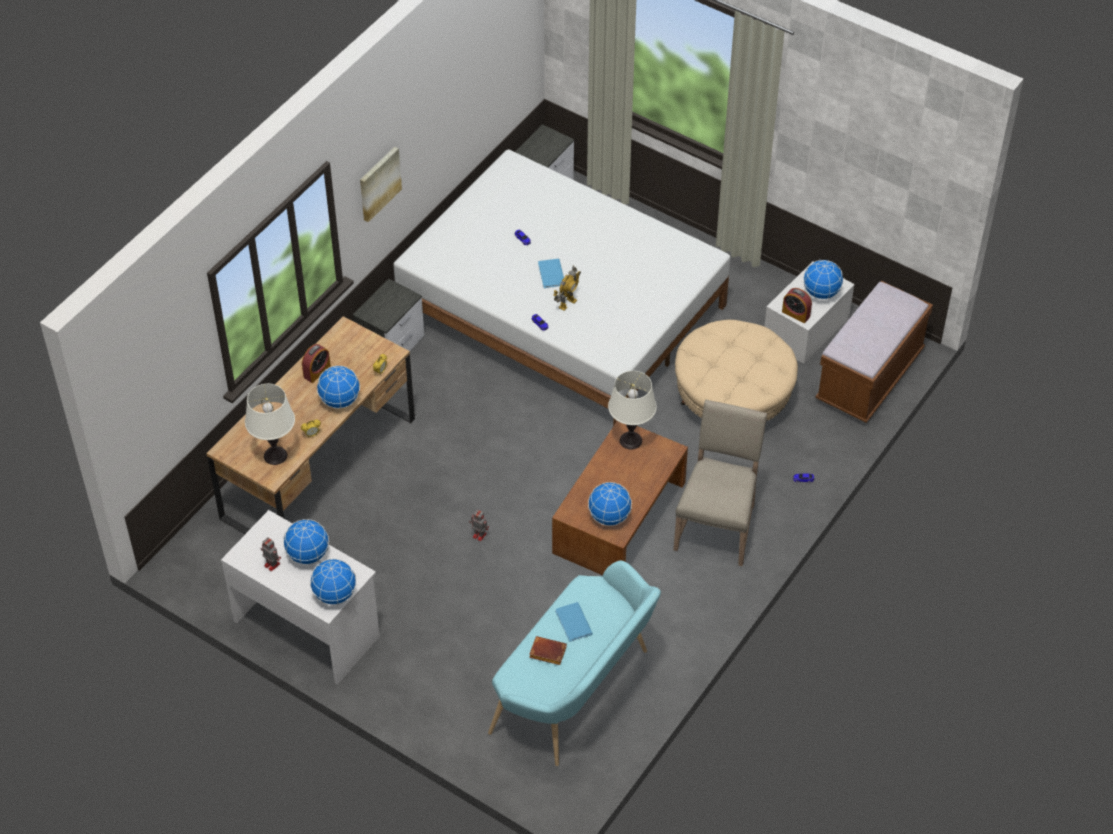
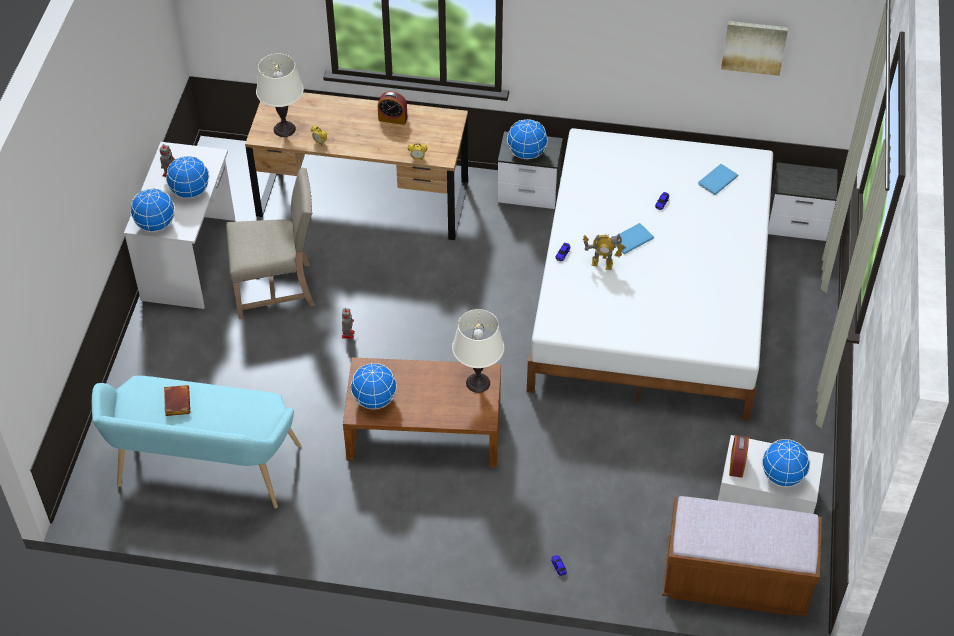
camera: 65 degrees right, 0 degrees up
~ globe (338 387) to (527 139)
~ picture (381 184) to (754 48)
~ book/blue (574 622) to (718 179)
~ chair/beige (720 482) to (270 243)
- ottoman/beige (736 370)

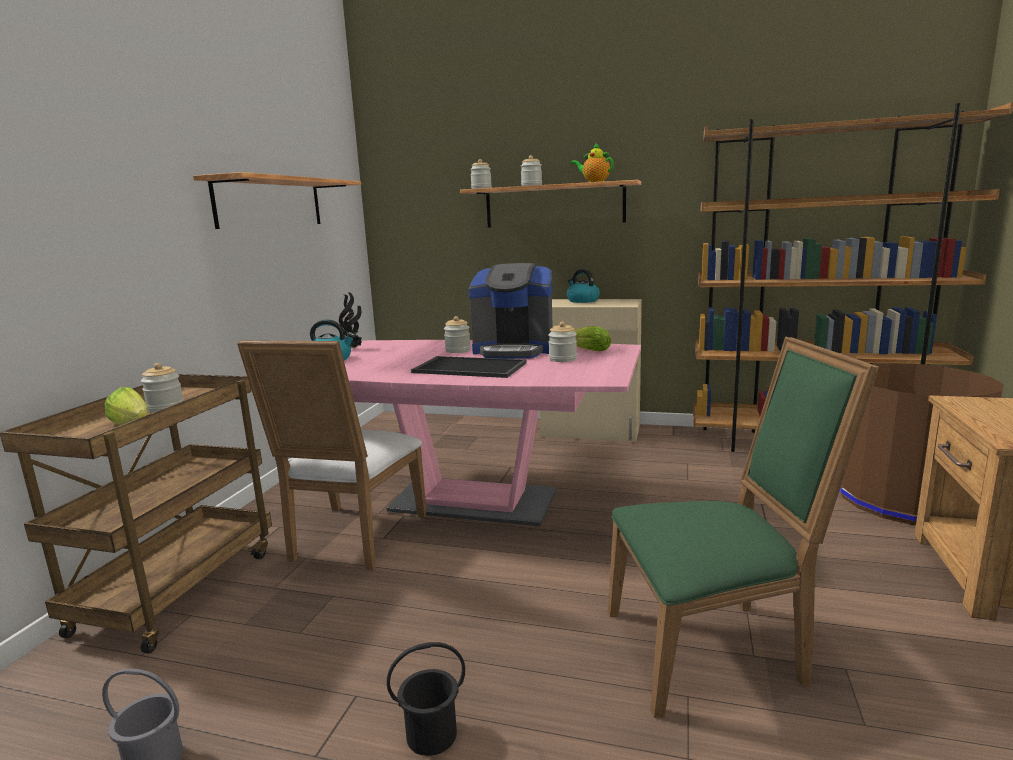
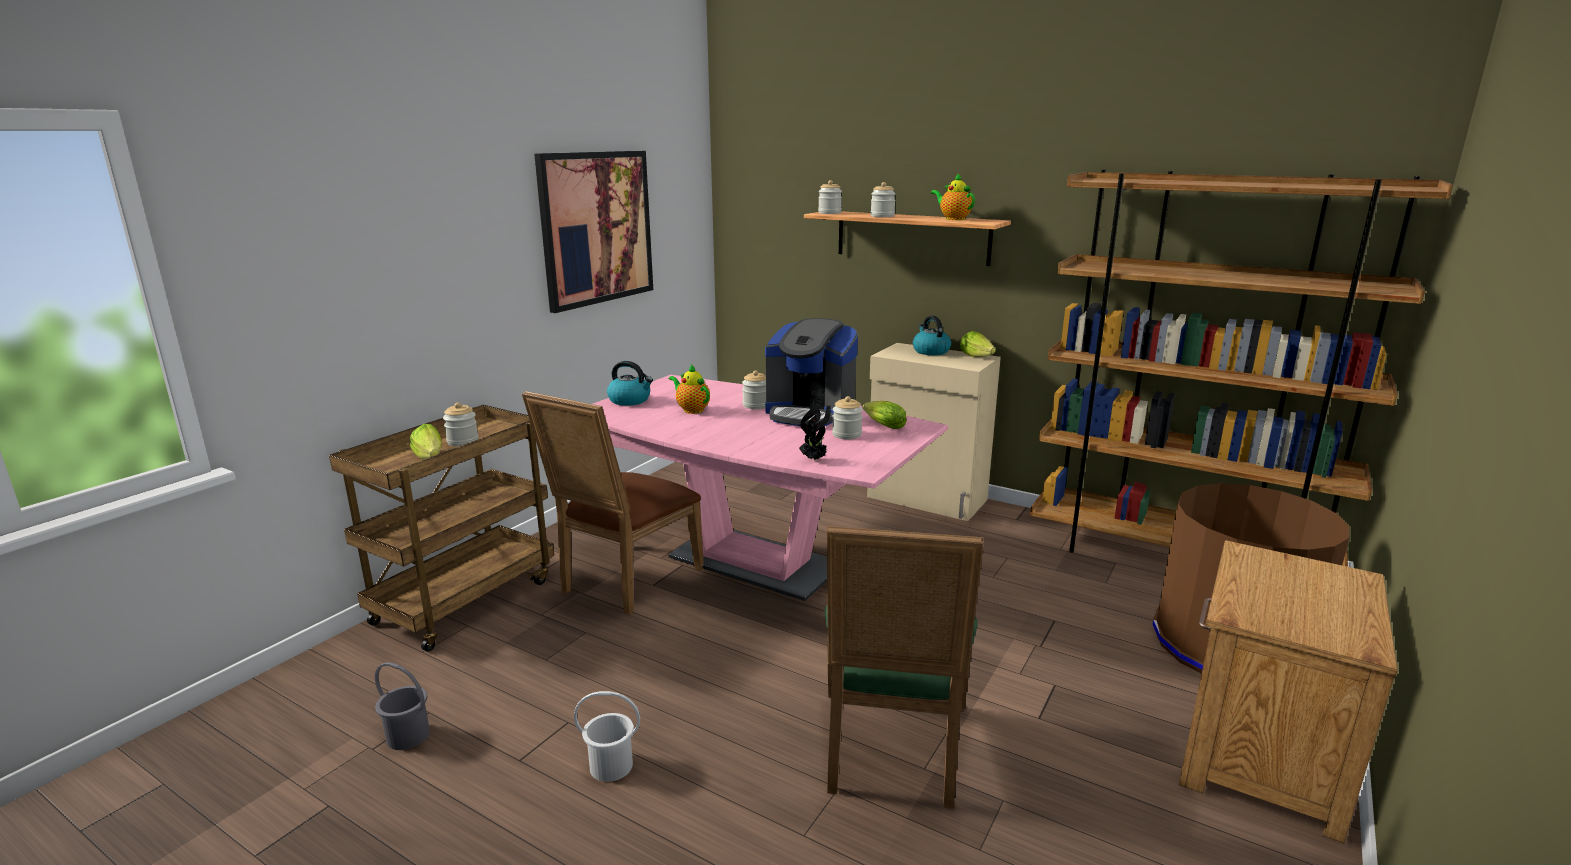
camera: 15 degrees right, 5 degrees up
~ shelf (277 200) to picture (593 232)
~ chair/white (331 455) to chair/brown (613 503)
~ potted plant (350 320) to (815 423)
~ bucket/black (426 699) to bucket/white (607 736)
- tray (468 367)
~ chair/green (743 527) = (904 667) 90 degrees clockwise
+ teapot (689 389)
+ lettuce (978 344)

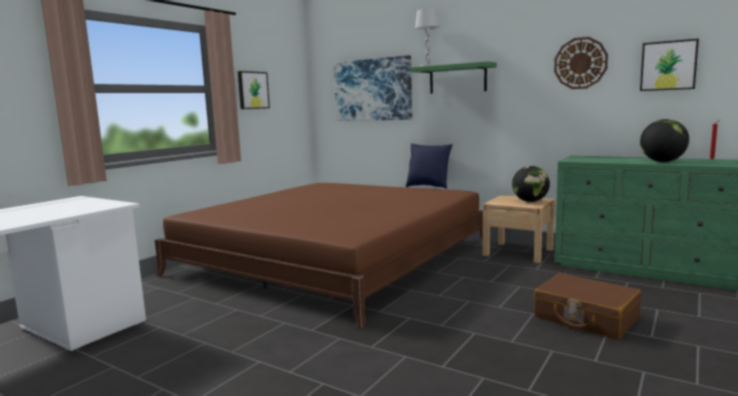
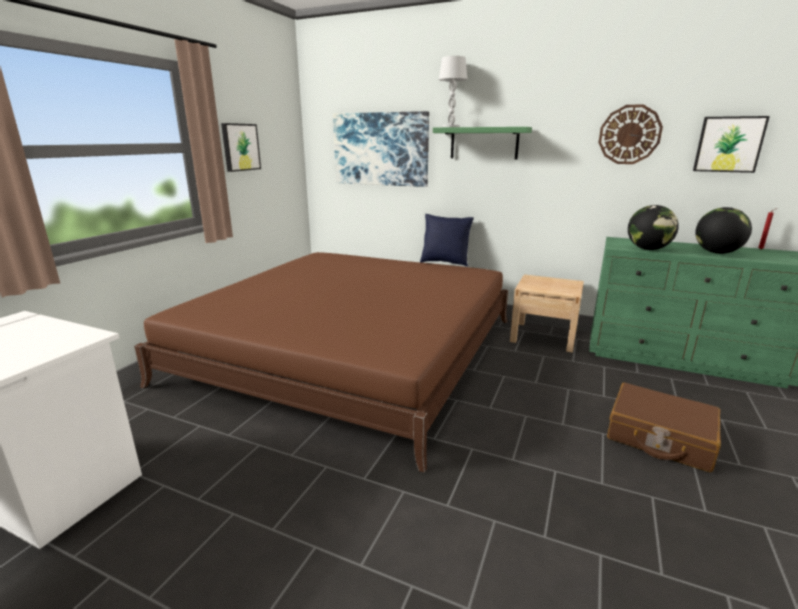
camera: 10 degrees left, 10 degrees up
~ globe (531 184) to (653 227)

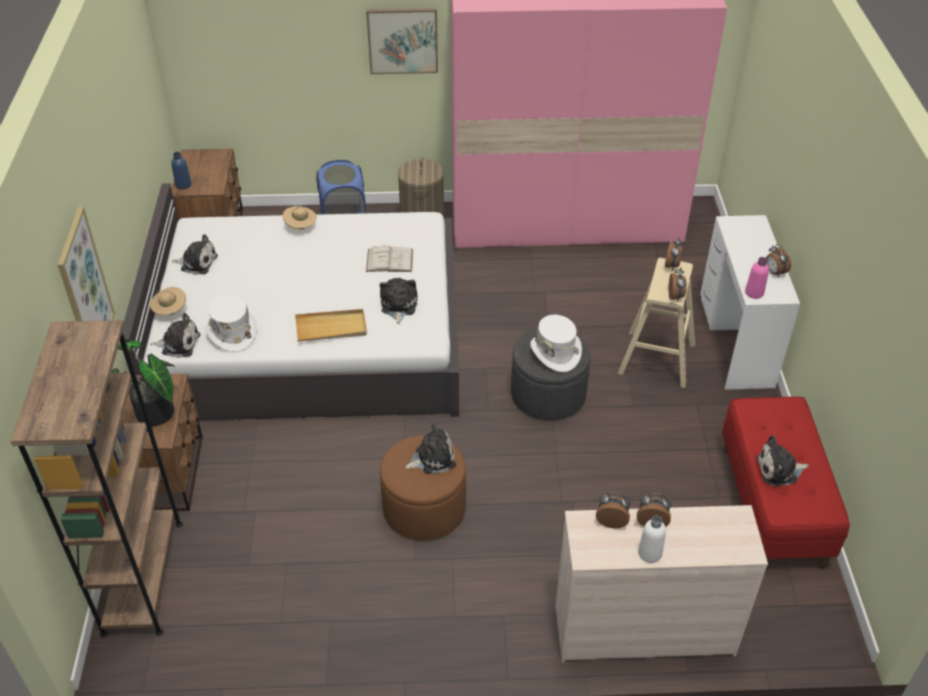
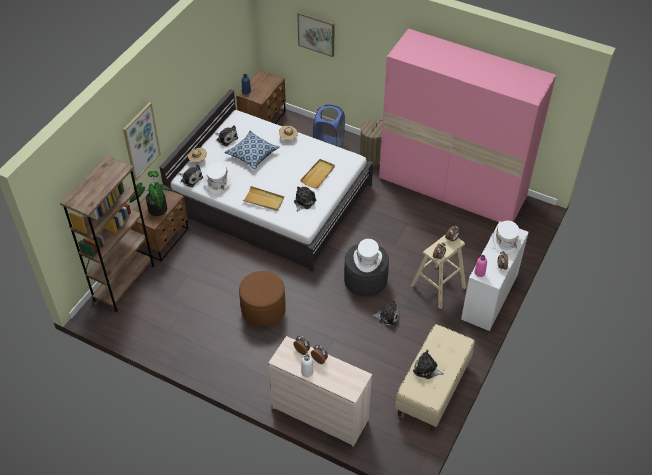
camera: 30 degrees right, 5 degrees up
~ picture (402 41) to (315 34)
~ book/white (389 258) to tray/beige (317 174)
~ plush toy (430 449) to (385 313)
~ bench/red (786 483) to bench/beige (435 377)
+ pillow (252 150)
+ hat/white (507 237)

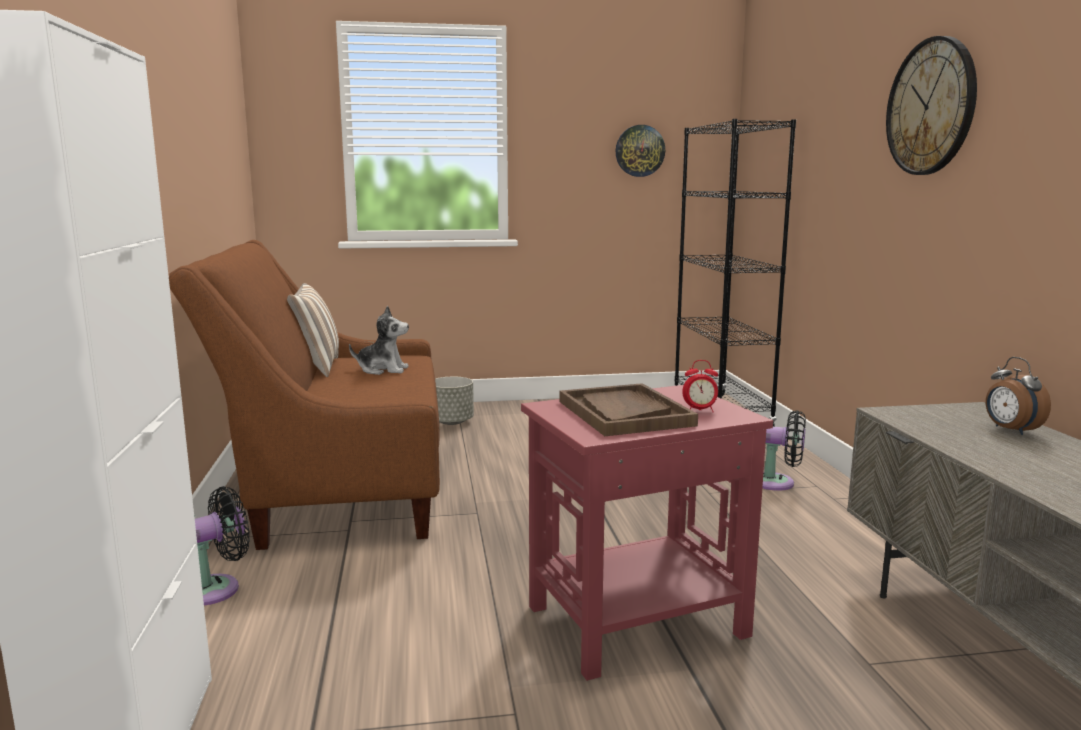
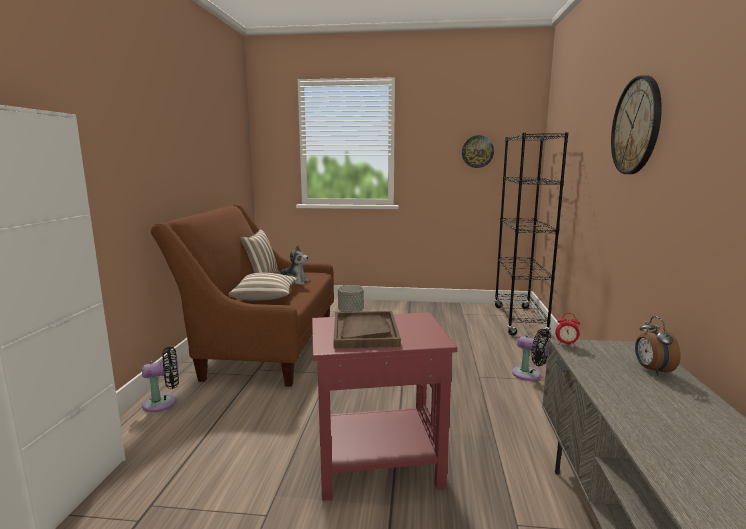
camera: 15 degrees right, 0 degrees up
~ alarm clock (700 386) to (567 329)
+ pillow (263 286)

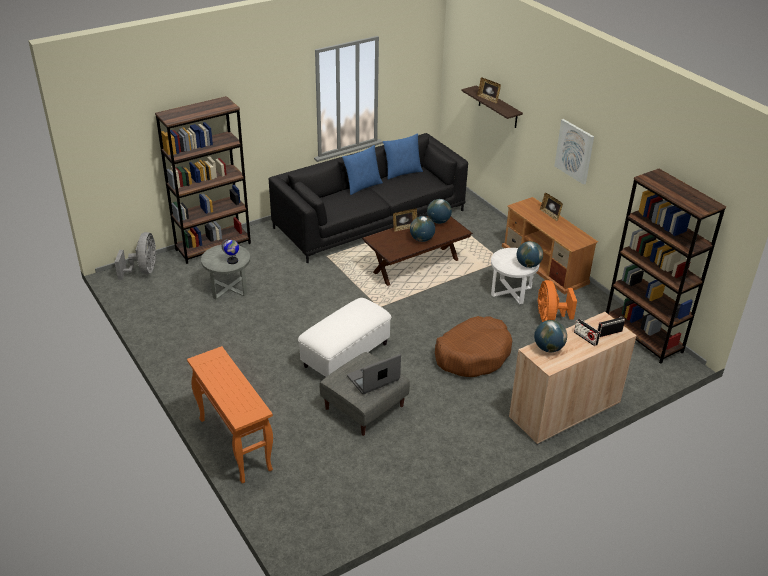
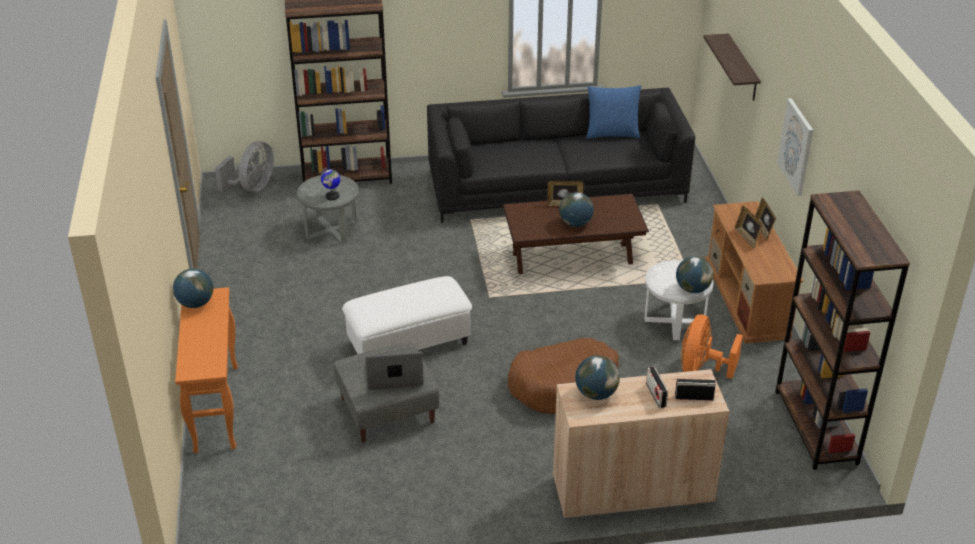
camera: 25 degrees right, 0 degrees up
- pillow/blue (362 170)
~ globe (439 211) to (193 288)
~ picture frame (489 90) to (749 226)

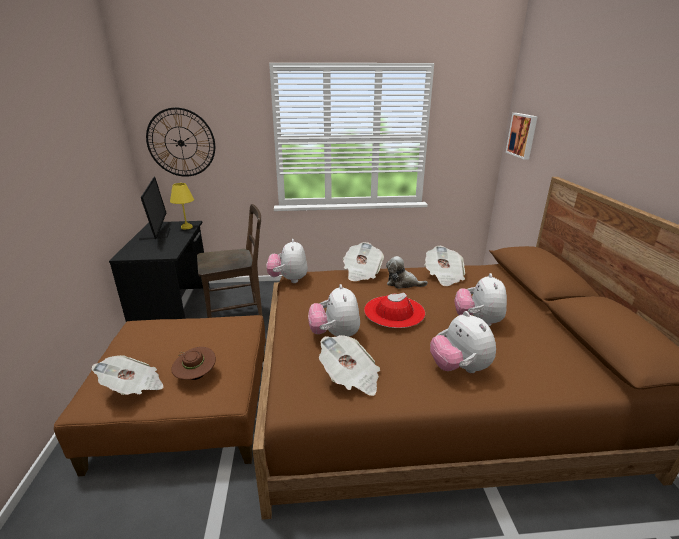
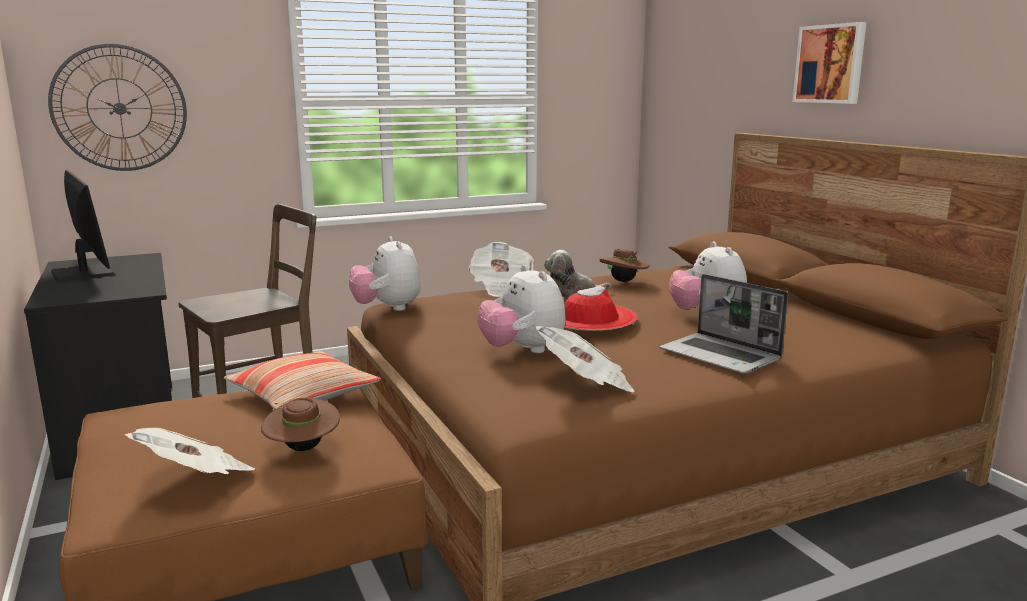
camera: 20 degrees left, 10 degrees down
- table lamp/yellow (182 206)
~ newspaper (445 266) to hat/brown (624 265)
~ plush toy (463 342) to laptop (724 324)
~ picture (522 136) to (830 63)
+ pillow (302 380)

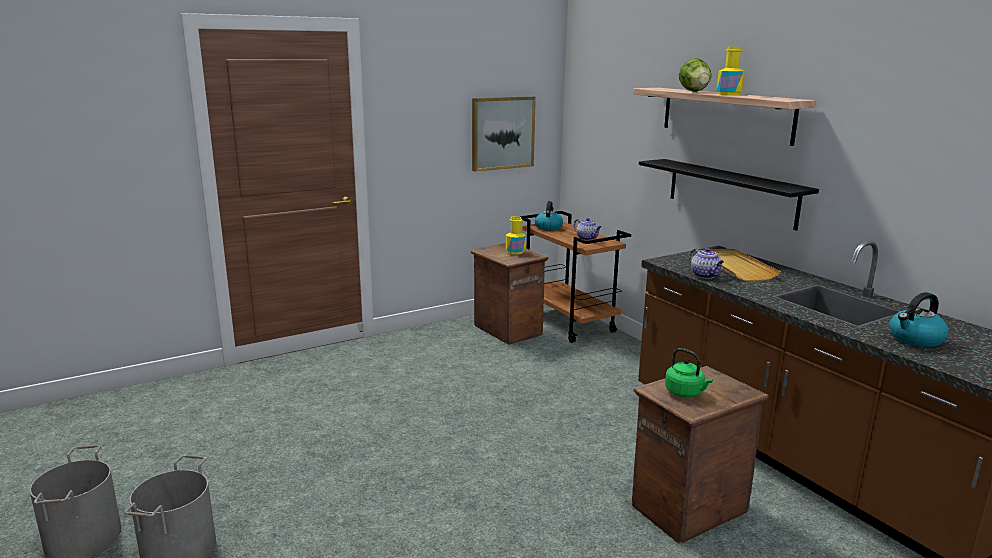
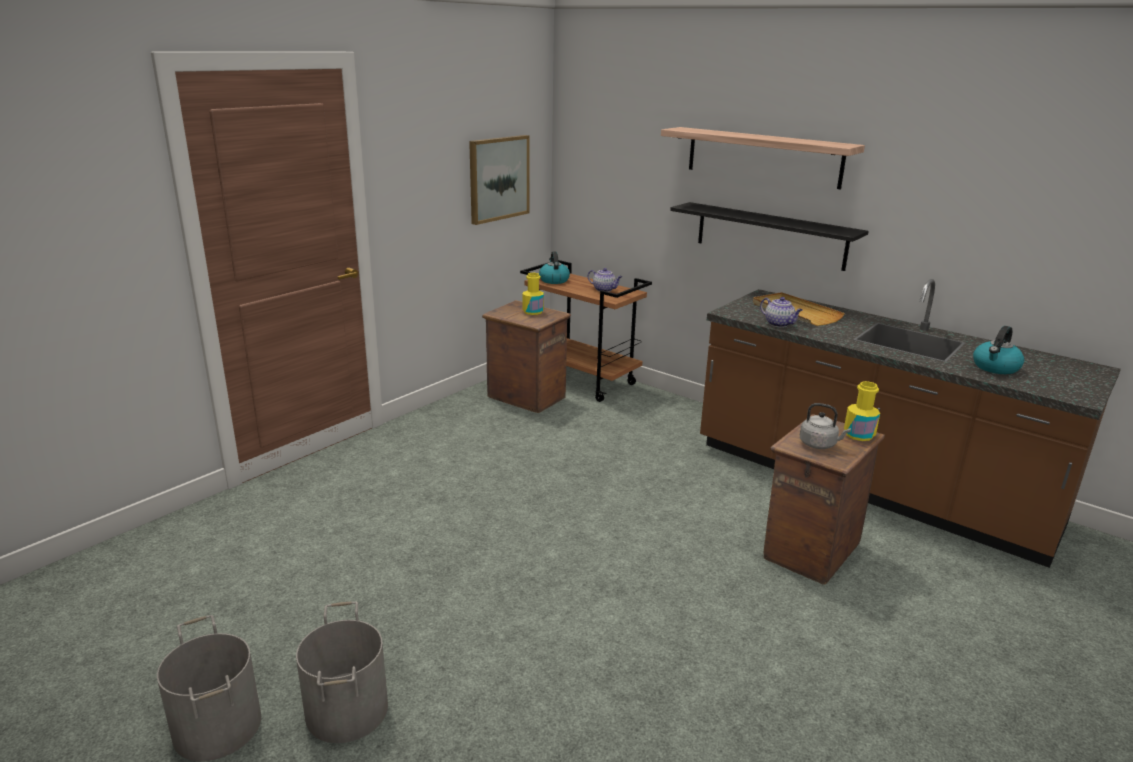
camera: 20 degrees left, 5 degrees up
~ kettle/green (689 373) to kettle/grey (825 426)
- lettuce (695 75)
~ bottle/yellow (730 71) to (862 411)

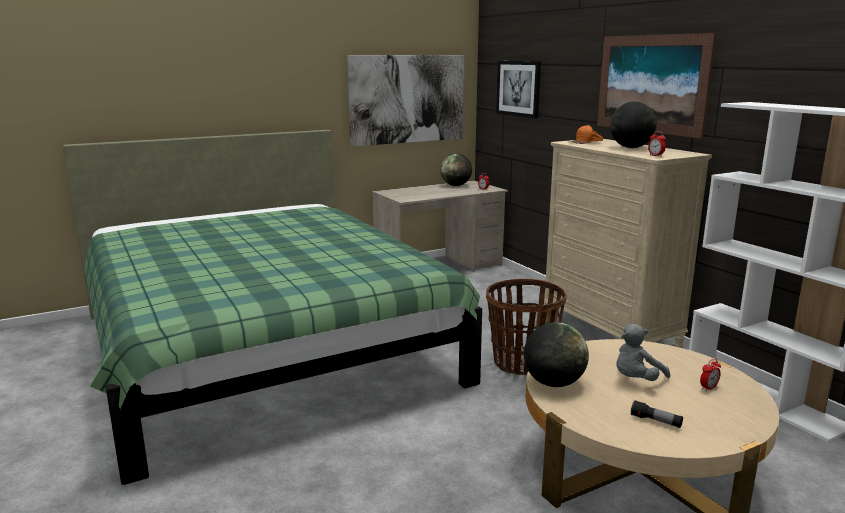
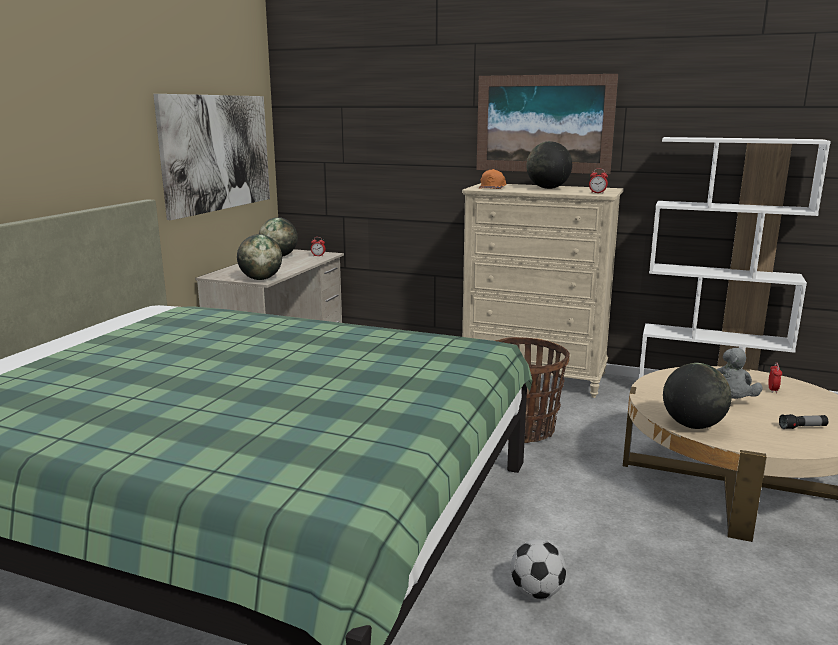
camera: 40 degrees left, 0 degrees up
- picture (518 90)
+ globe (259 257)
+ football (538 569)

